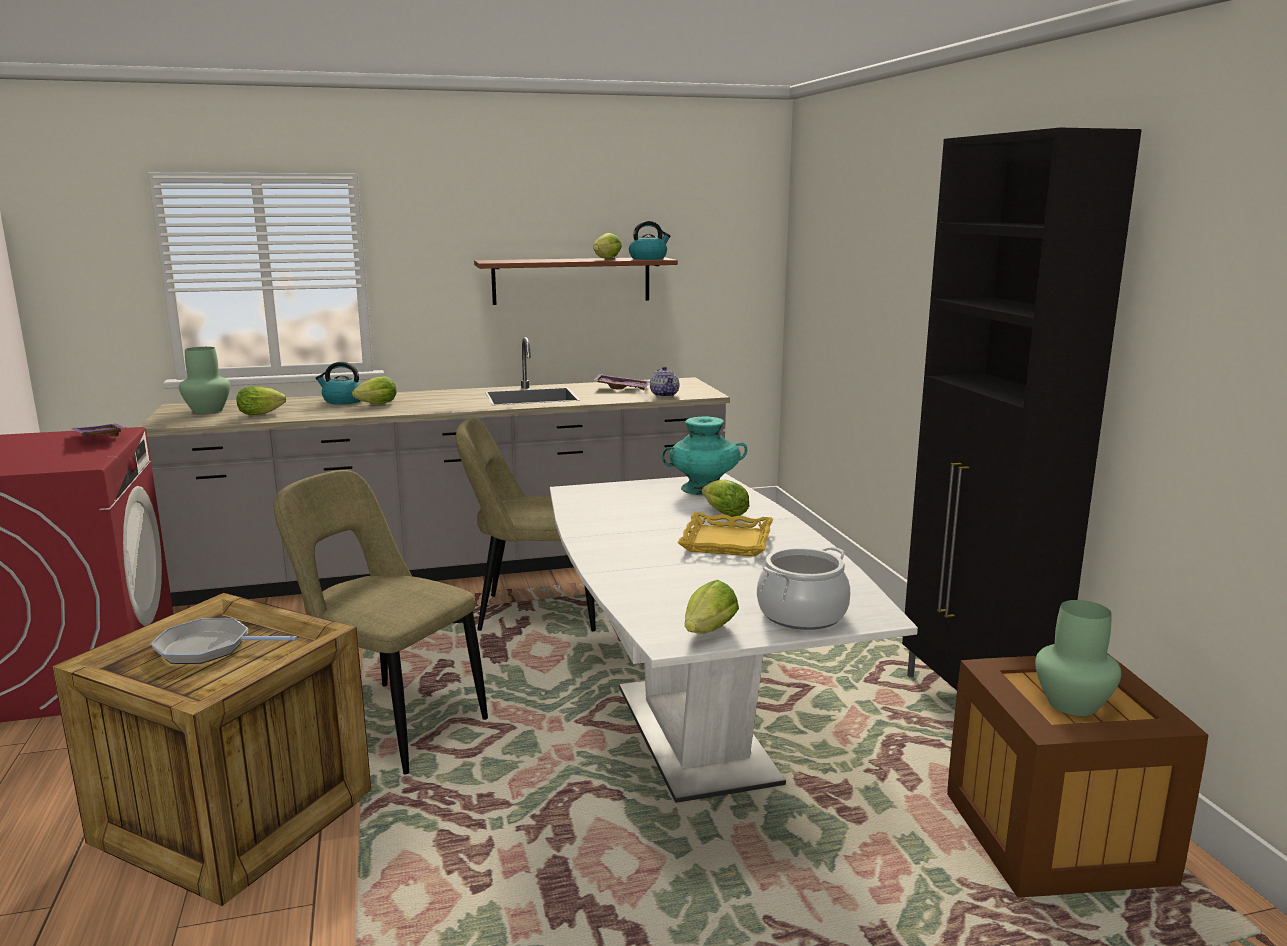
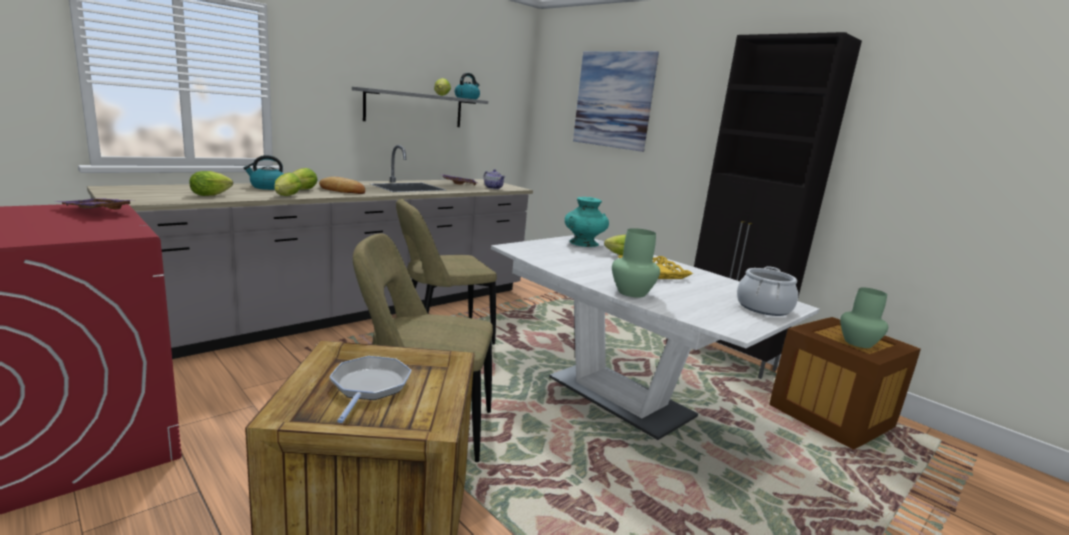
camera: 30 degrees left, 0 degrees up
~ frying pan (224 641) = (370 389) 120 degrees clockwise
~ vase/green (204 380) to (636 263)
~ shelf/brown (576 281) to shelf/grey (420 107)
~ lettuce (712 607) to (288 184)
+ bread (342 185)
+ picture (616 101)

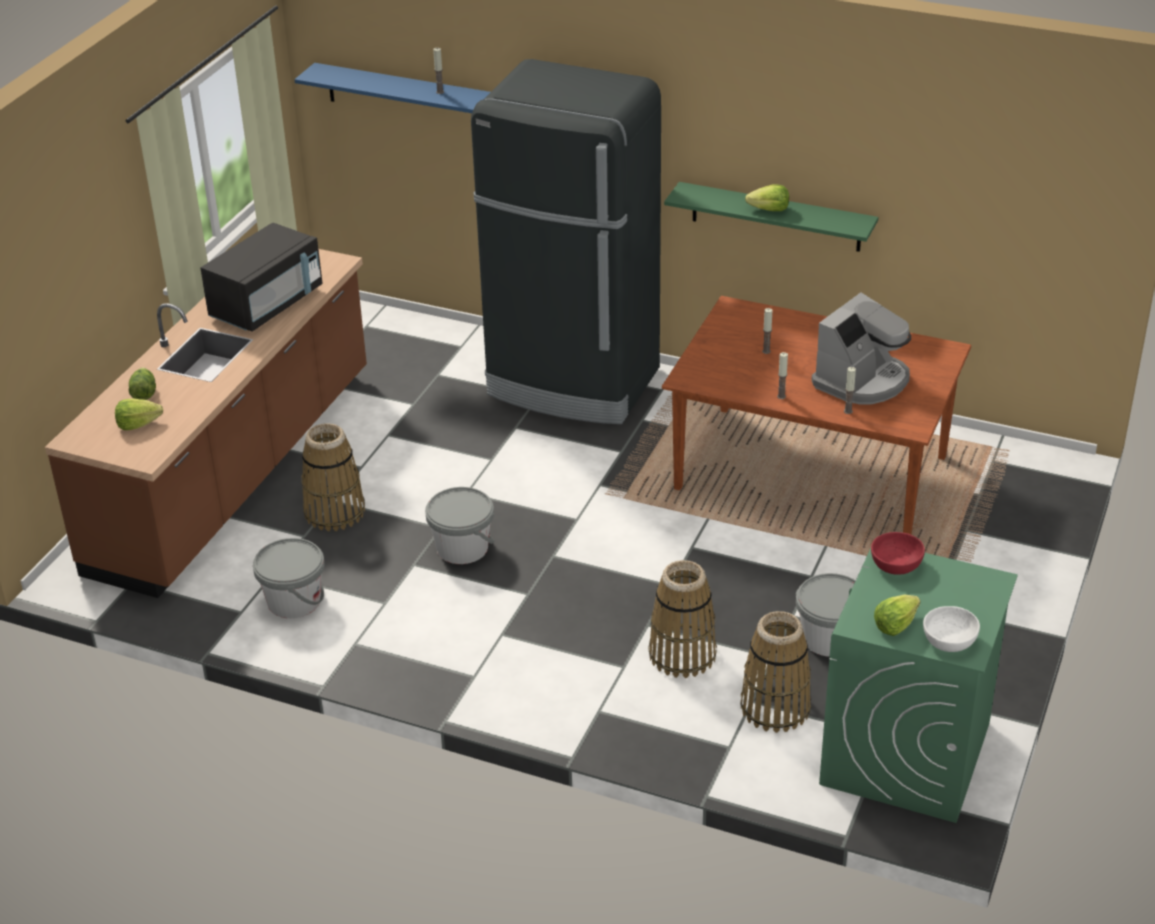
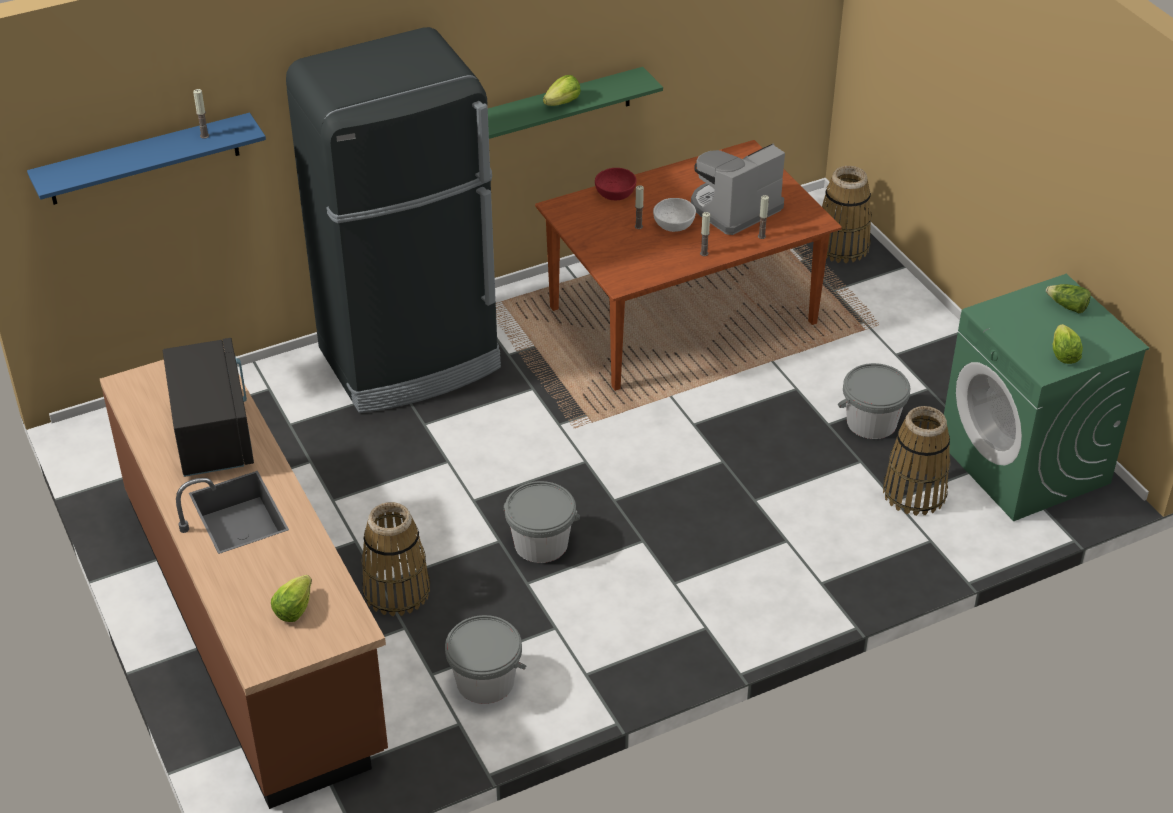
camera: 50 degrees left, 5 degrees up
~ lettuce (142 383) to (1068 298)
~ basket (683 619) to (847 214)
~ coffee machine (861 348) = (738 189) 120 degrees counterclockwise
~ bowl/red (898 553) to (616 184)
~ bowl/white (951 629) to (674 215)

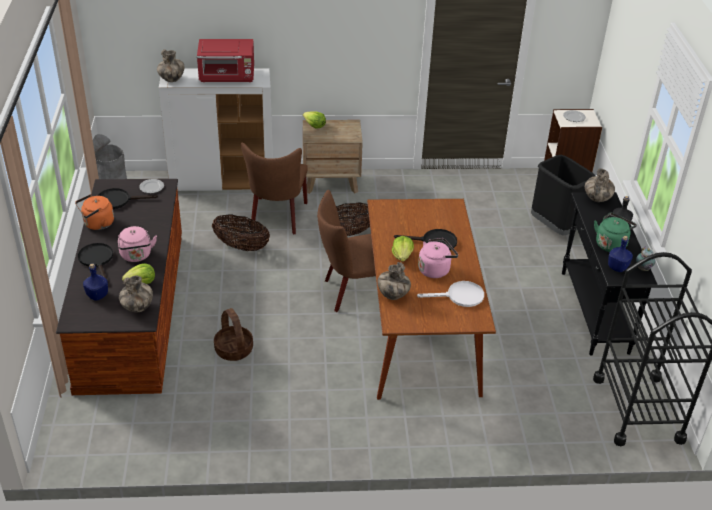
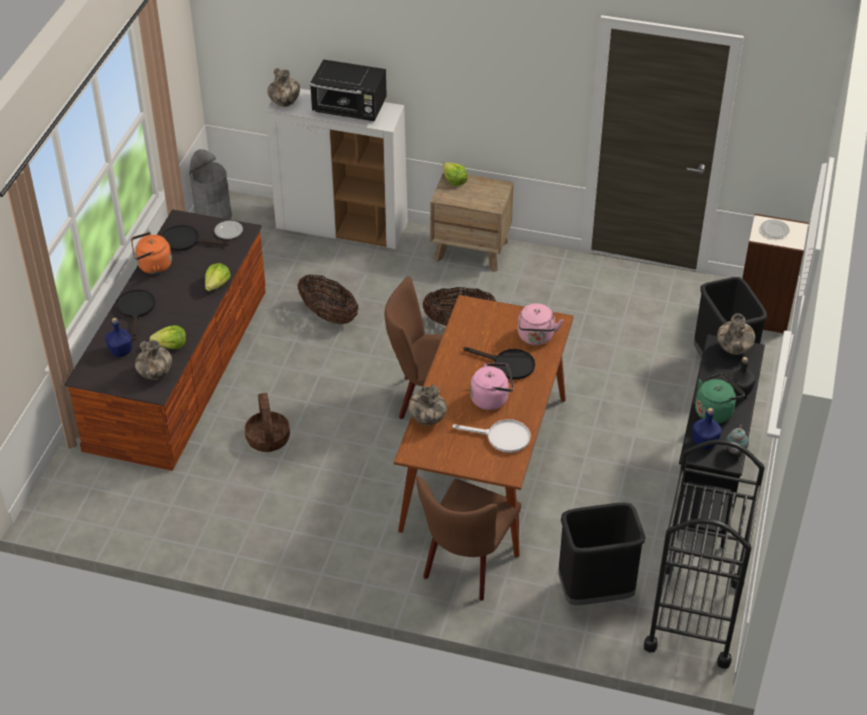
camera: 20 degrees right, 5 degrees up
~ kettle/pink (137 244) to (541 324)
~ microwave/red (225 60) to microwave/black (348 90)
~ chair/brown (274 189) to (468 538)
~ lettuce (403 249) to (218 277)
+ trash can/black (601 554)

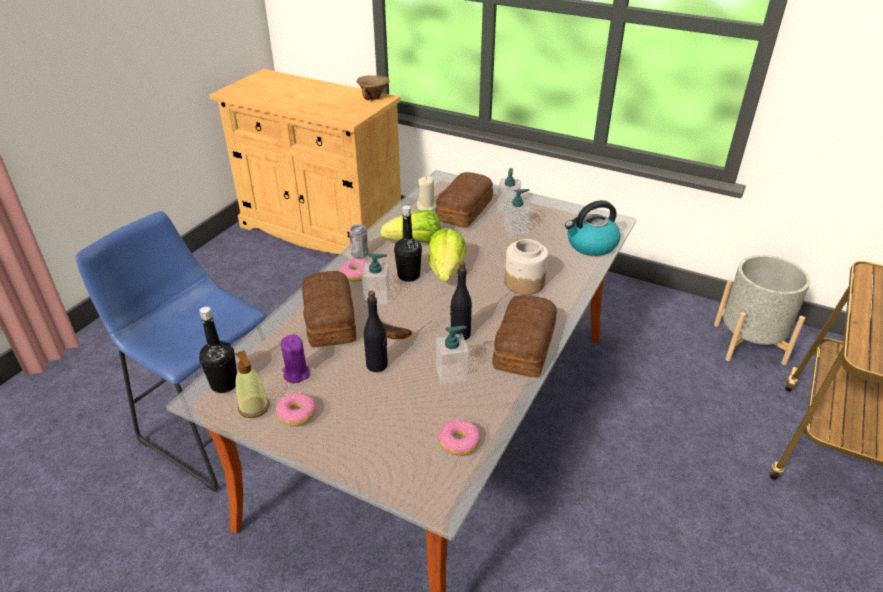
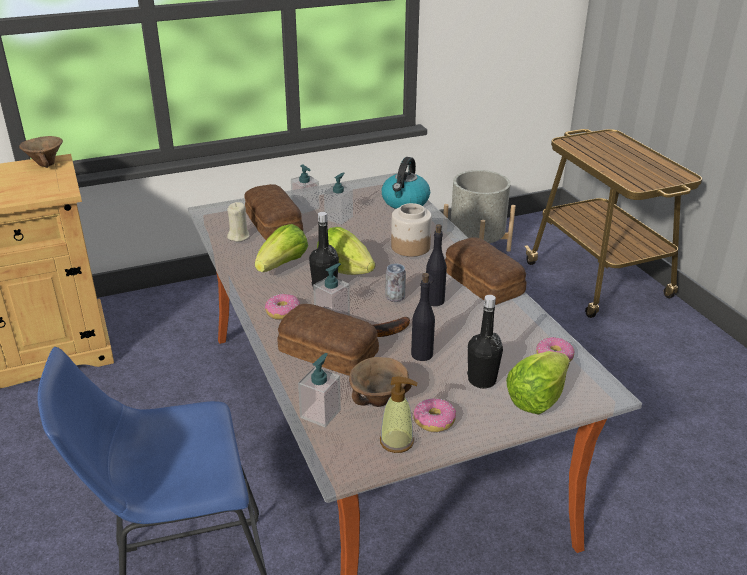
camera: 50 degrees left, 5 degrees down
~ bottle/black (218 350) to (485 341)
~ candle/purple (295 359) to bowl/brown (380 382)
~ can (359 241) to (396 282)
~ soap dispenser (452 355) to (319 390)
+ lettuce (538 383)

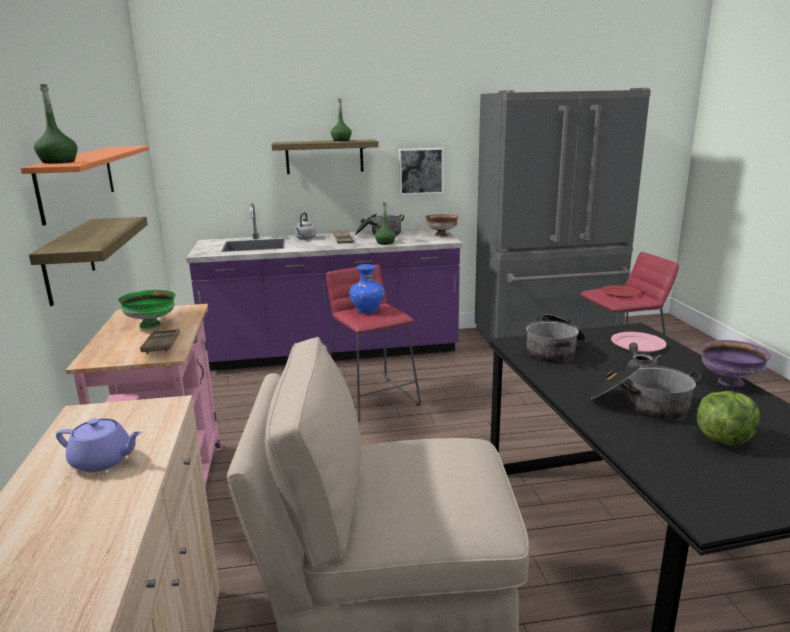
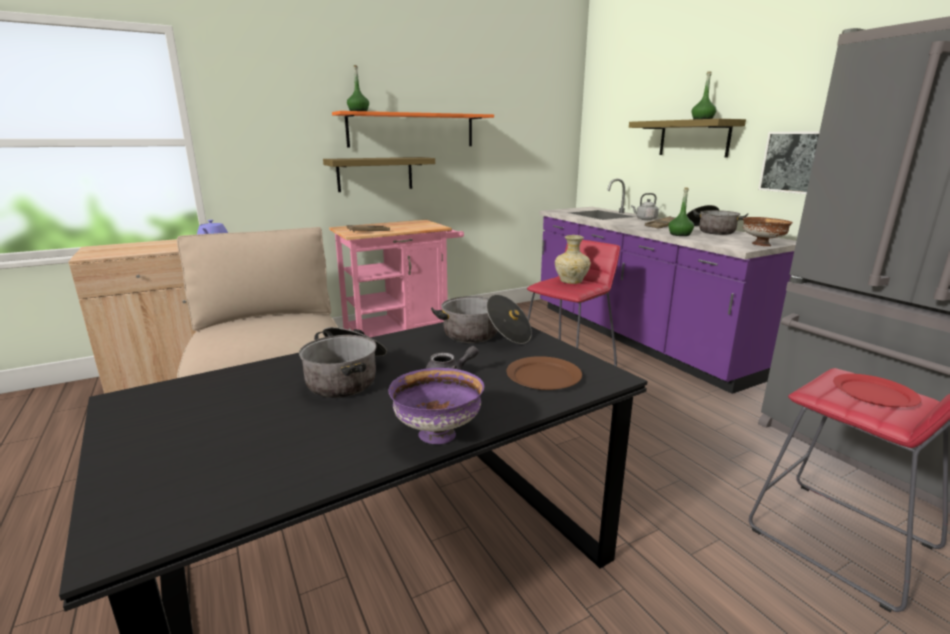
camera: 70 degrees right, 0 degrees up
- bowl/green (147 309)
~ vase/blue (367 288) to vase/beige (573 259)
~ plate/pink (639 342) to plate/brown (544 373)
- lettuce (728 418)

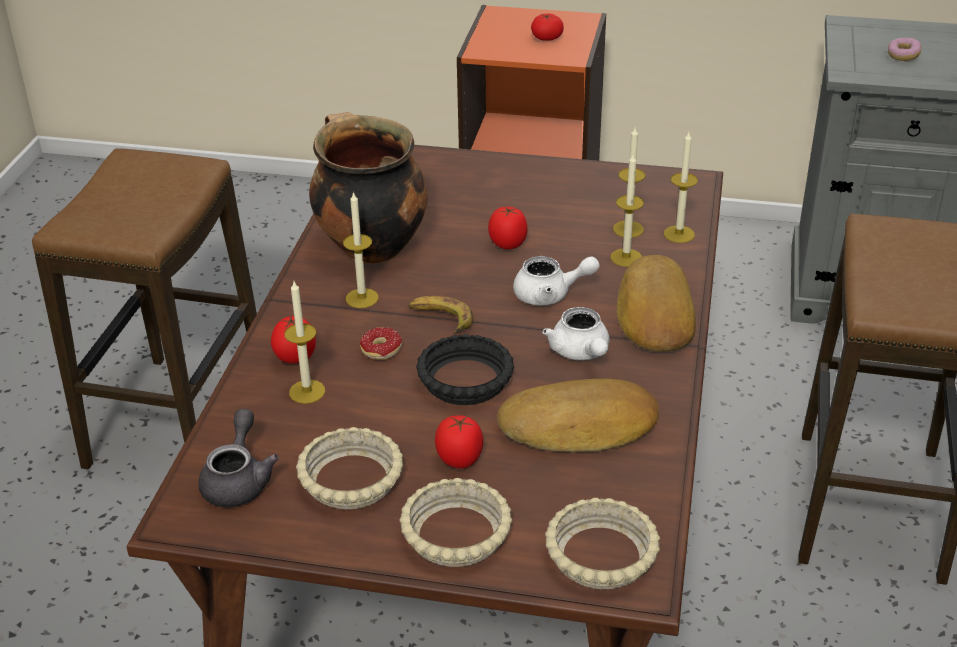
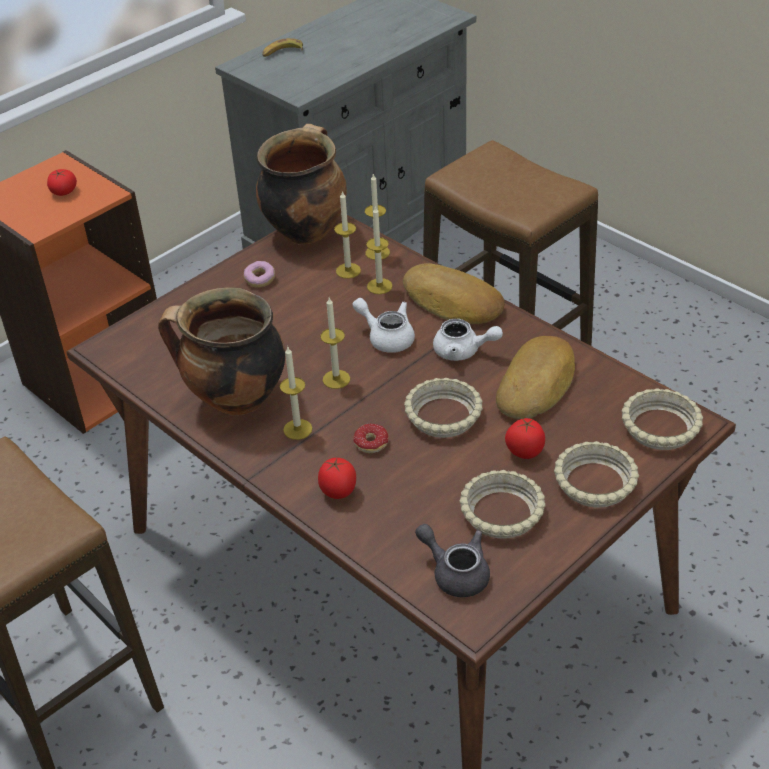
camera: 55 degrees left, 5 degrees up
~ candle (304 342) to (335 343)
~ banana (441 314) to (282 47)
~ bowl/black (465 369) to bowl/beige (443 408)
- tomato (507 228)
~ teapot/white (556 280) = (383 325) 90 degrees counterclockwise
~ donut (905 49) to (259 274)
+ cooking pot (301 184)

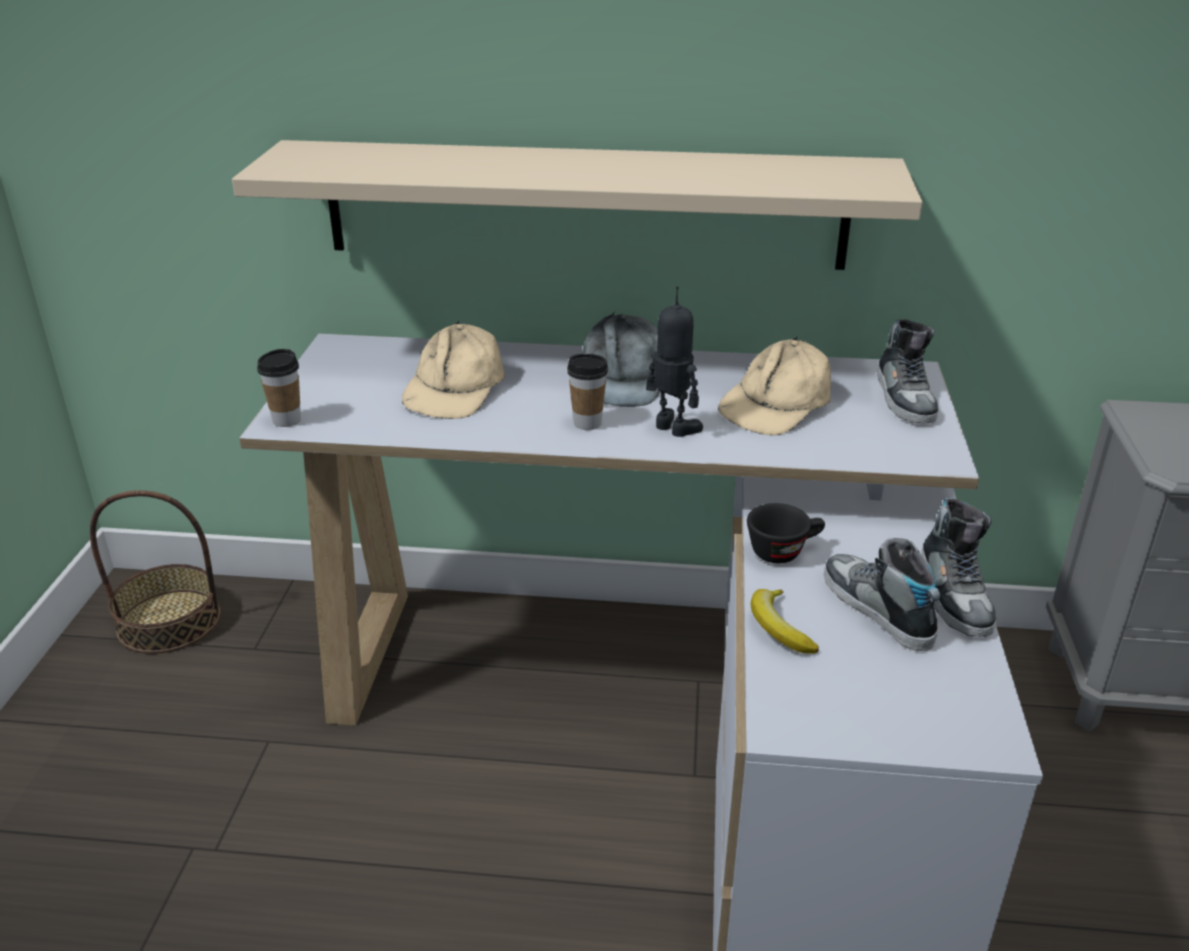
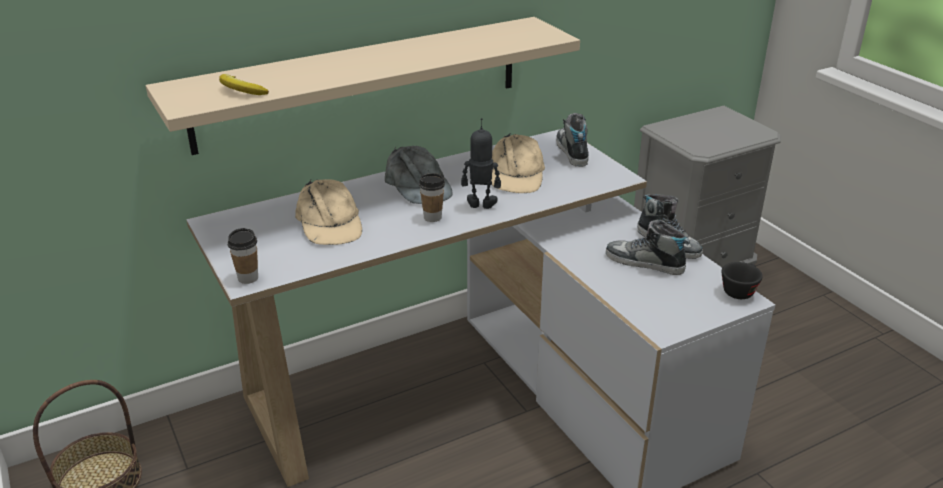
camera: 35 degrees left, 0 degrees up
~ cup/black (786 533) to (742 280)
~ banana (785 621) to (244 84)
~ shoe (907 371) = (572 140) 150 degrees counterclockwise

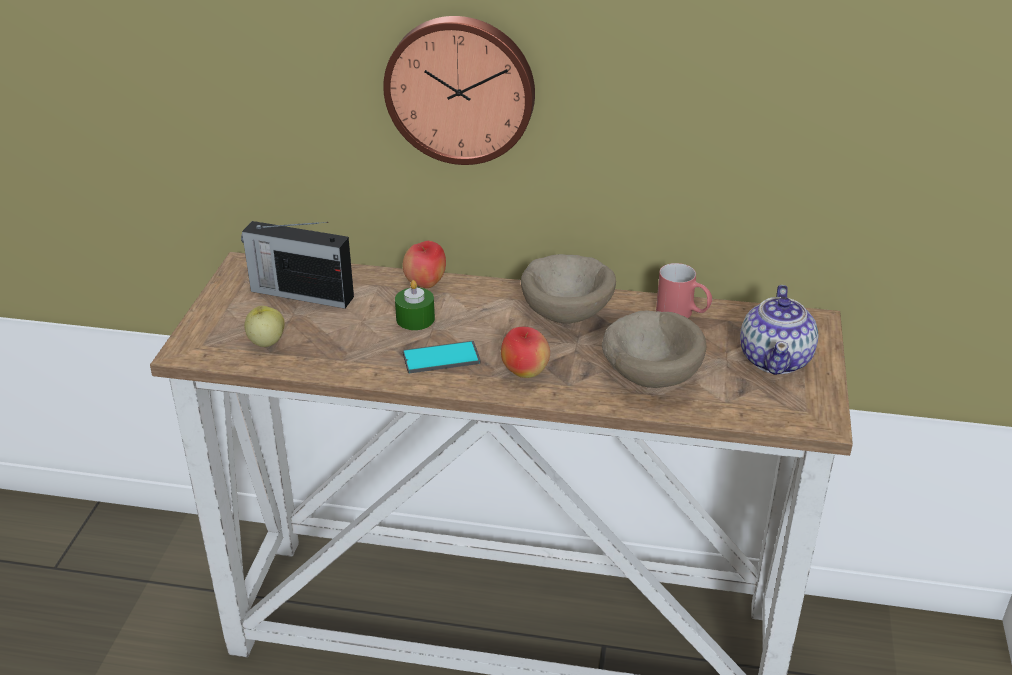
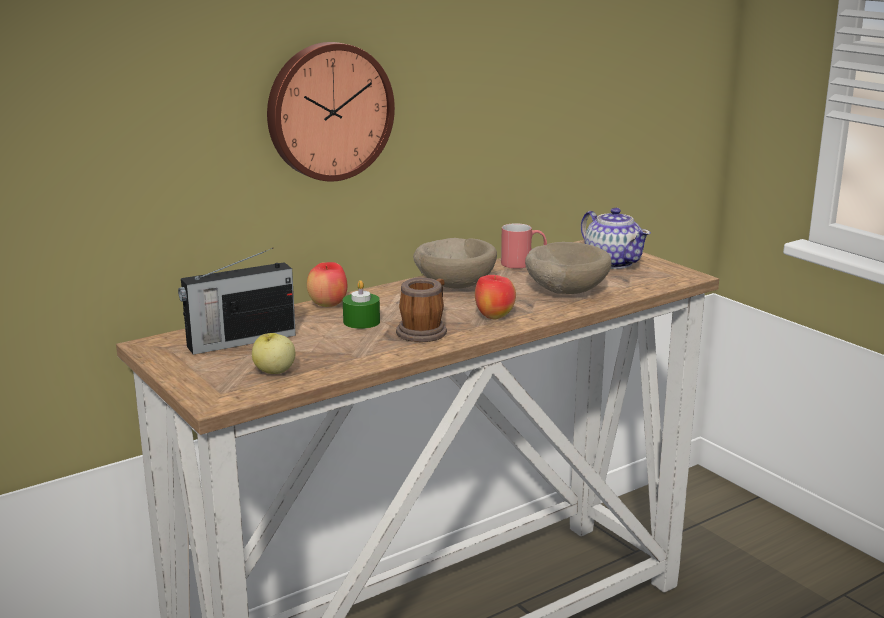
camera: 45 degrees left, 15 degrees down
~ phone (442 357) to mug (421 310)

